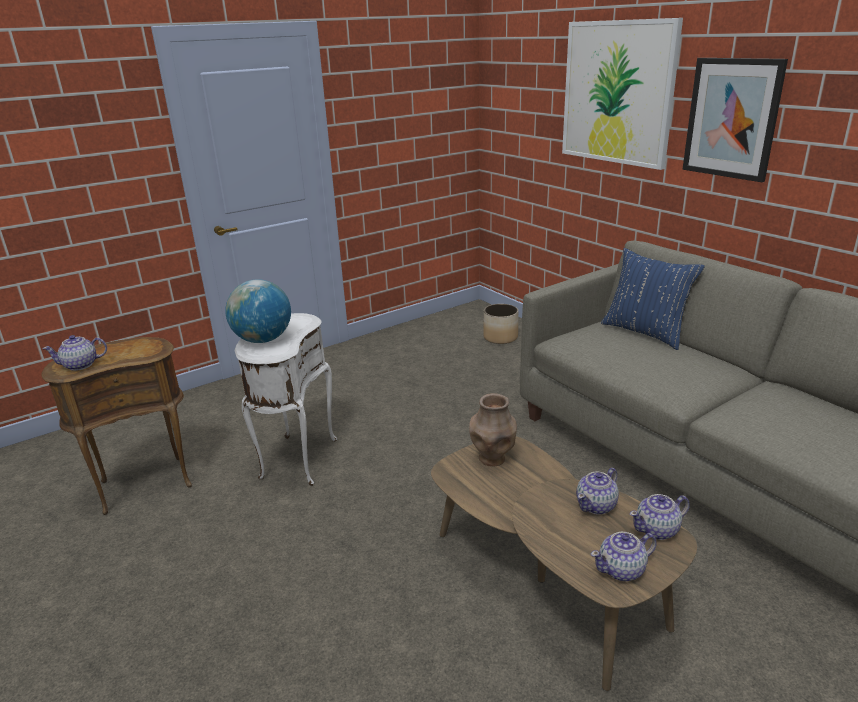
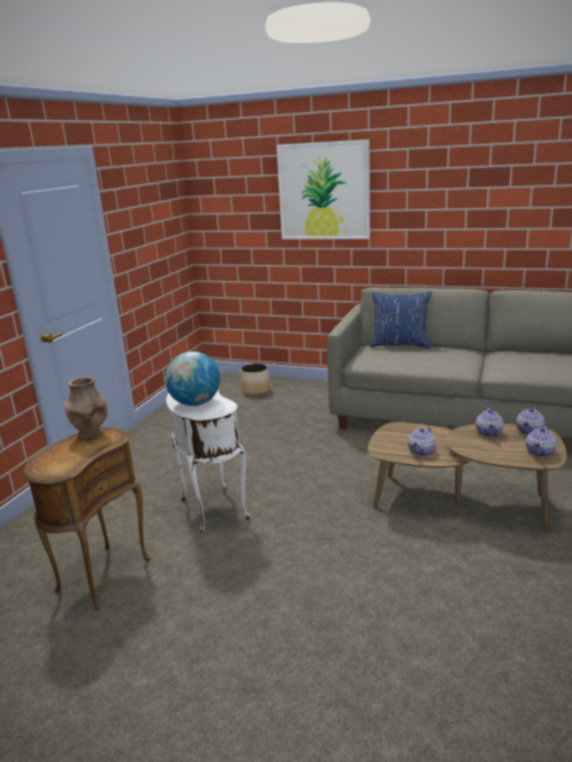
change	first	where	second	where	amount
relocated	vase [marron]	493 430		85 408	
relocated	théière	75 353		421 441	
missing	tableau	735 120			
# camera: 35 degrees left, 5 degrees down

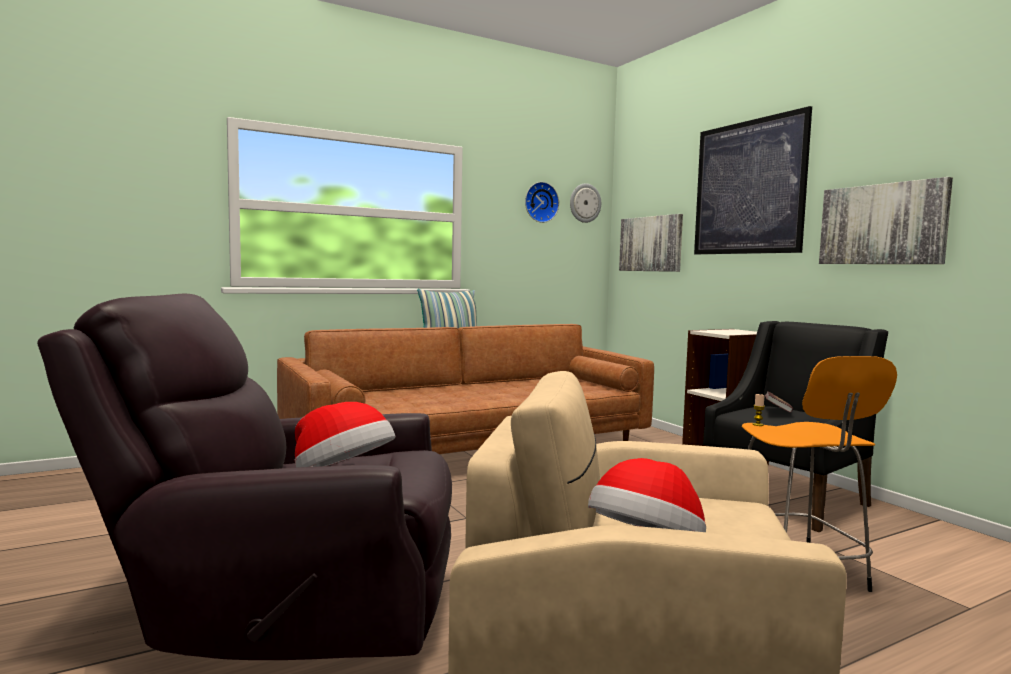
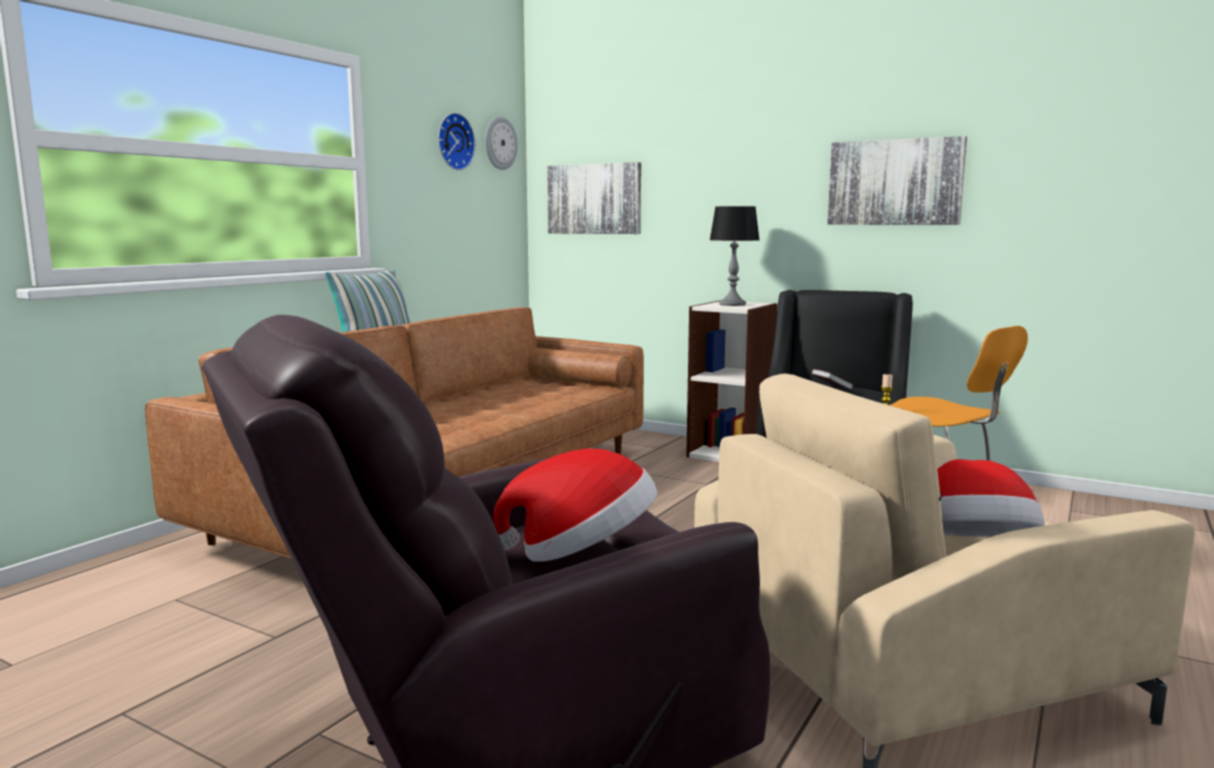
change	first	where	second	where	amount
appeared			lampe de table	734 256	
missing	tableau	753 180			
# camera: 30 degrees left, 5 degrees up

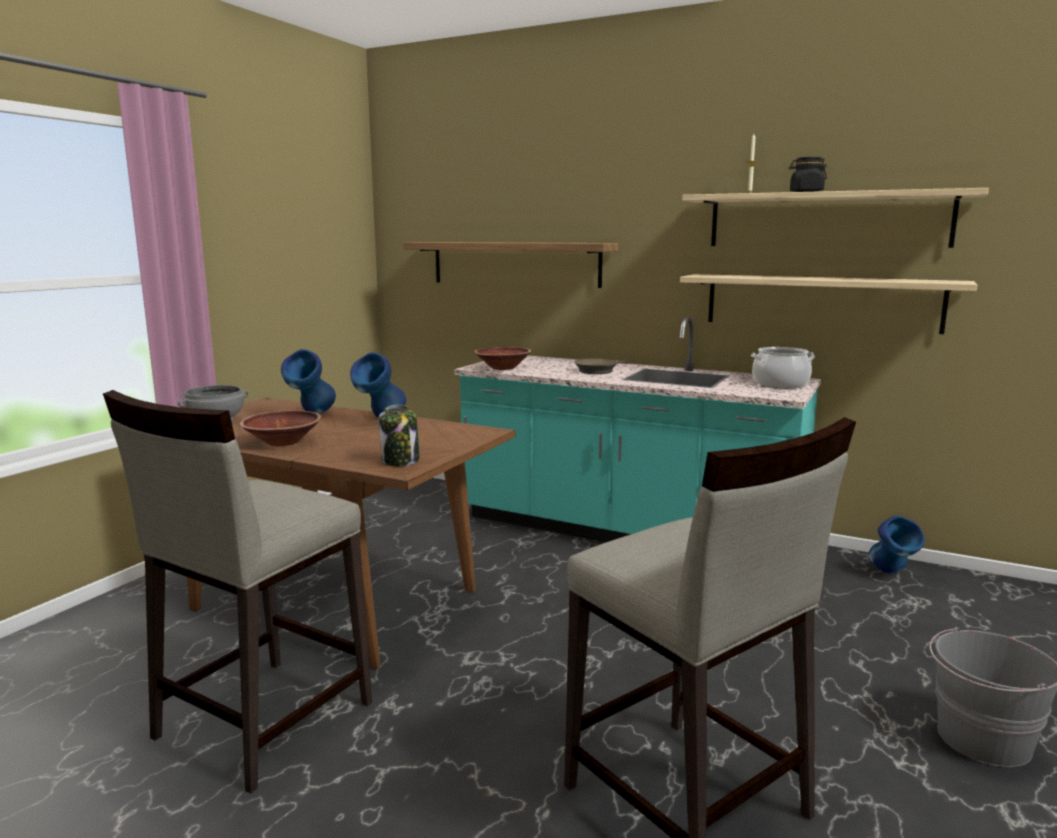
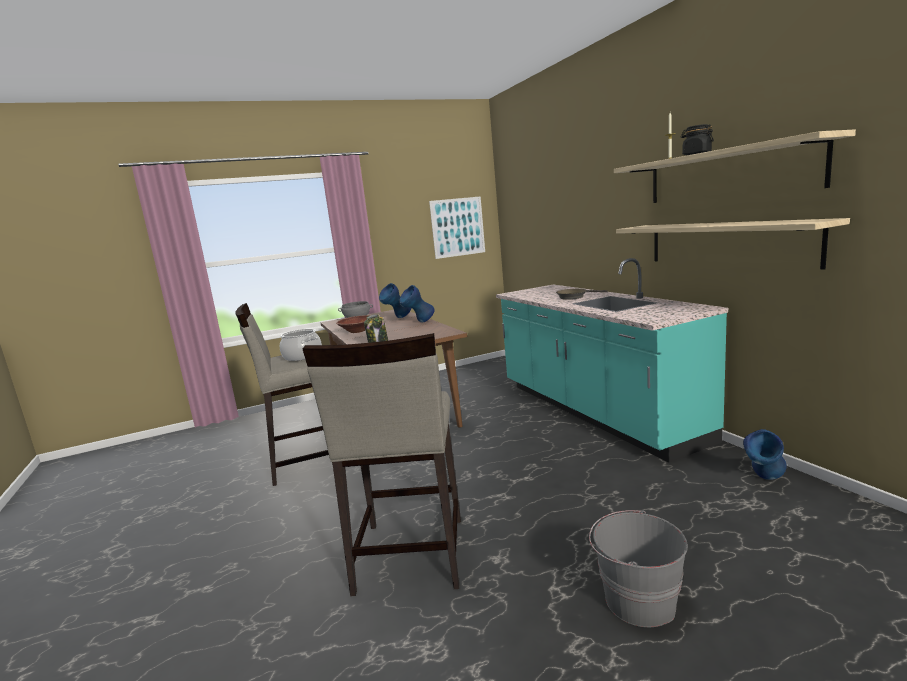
change	first	where	second	where	amount
relocated	marmite	783 368		301 345	
appeared			tableau	457 227	
missing	étagère	510 265			
missing	bol [marron]	502 358			
# camera: 40 degrees right, 0 degrees up

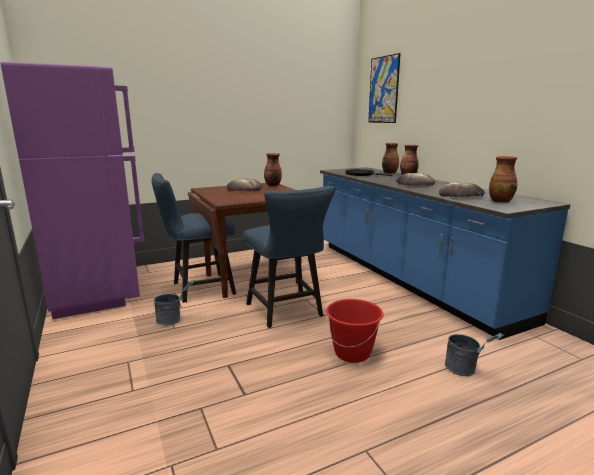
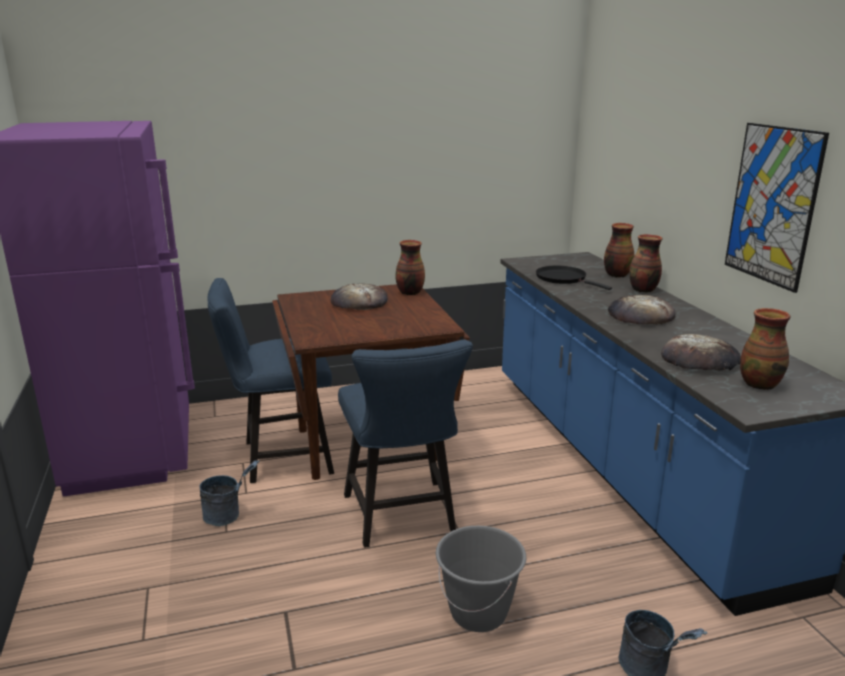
change	first	where	second	where	amount
colour	seau [rouge]	355 331	seau [gris]	480 579	
relocated	tableau	384 88		777 208	
# camera: 10 degrees right, 5 degrees up

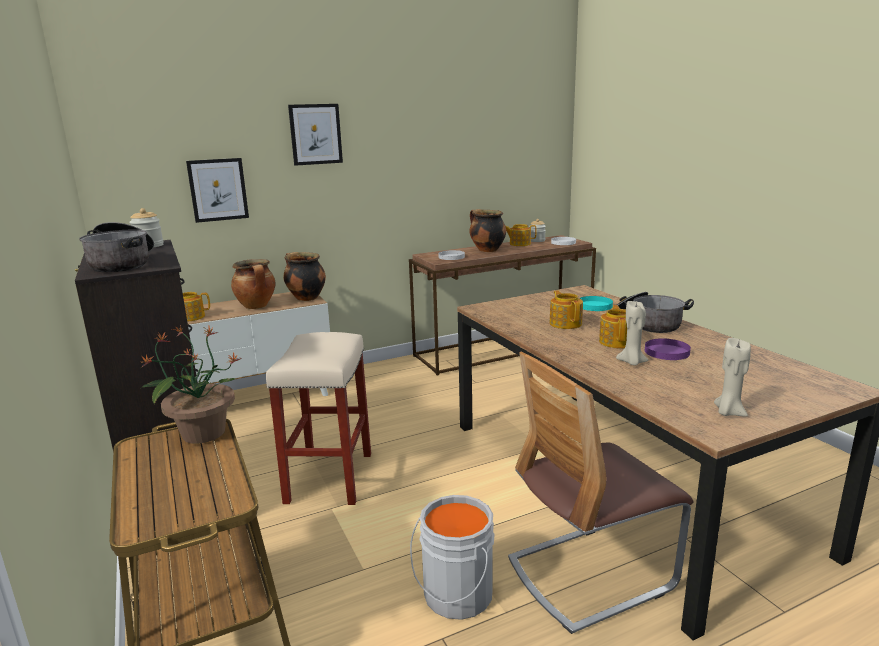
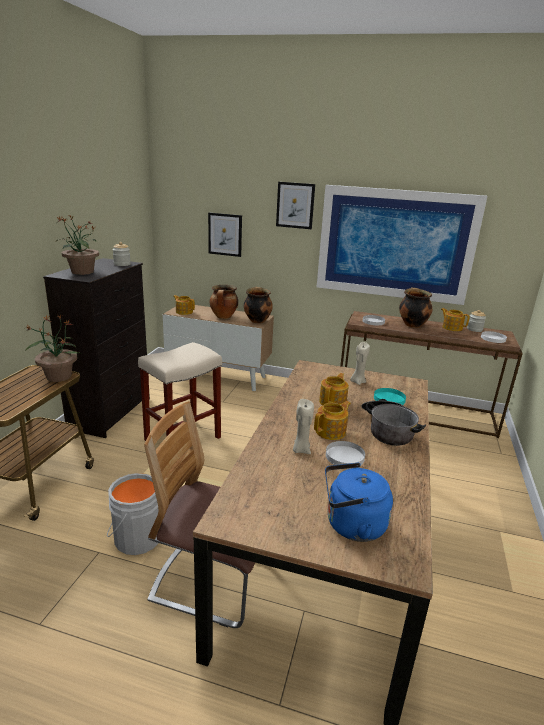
change	first	where	second	where	amount
exchanged	marmite	116 247	plante en pot	77 245	
appeared			tableau	402 245	
appeared			bouilloire [bleu]	359 502	
colour	assiette [violet]	668 349	assiette [blanc]	345 453	
relocated	bougie [beige]	732 377		360 363	
# camera: 40 degrees right, 5 degrees up

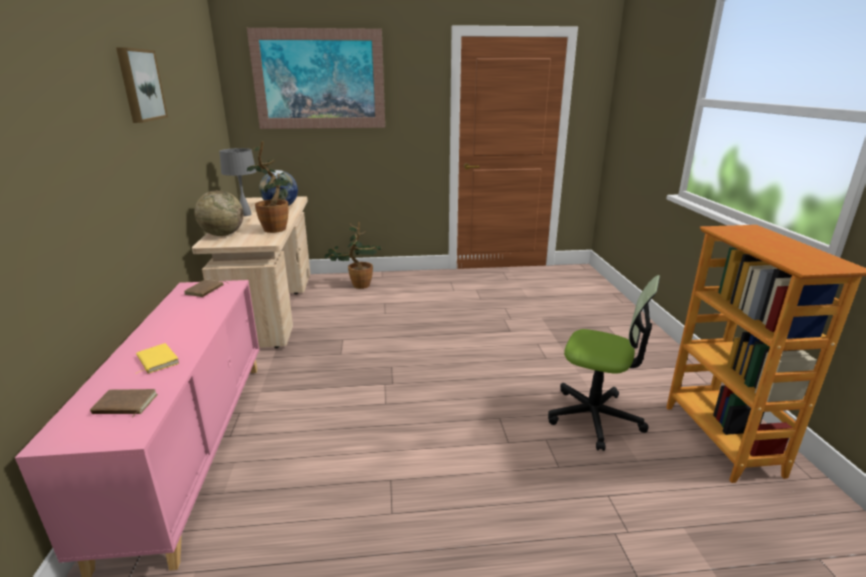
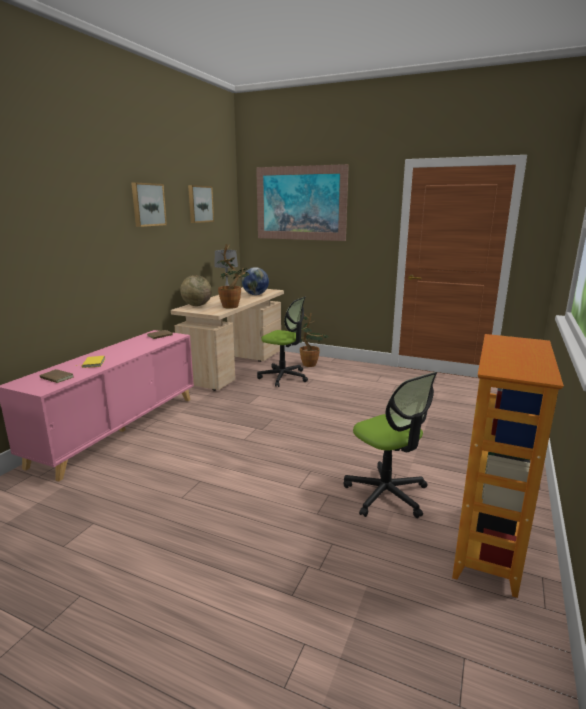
change	first	where	second	where	amount
appeared			tableau	201 204	
appeared			chaise de bureau	282 342	
# camera: 30 degrees right, 5 degrees down

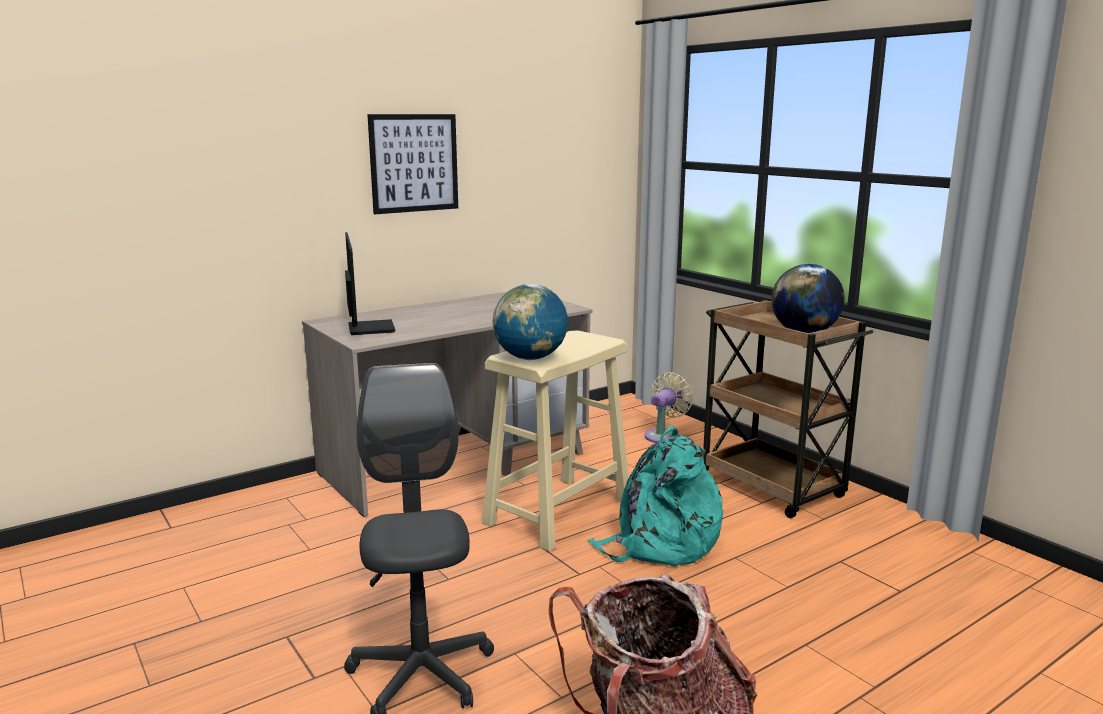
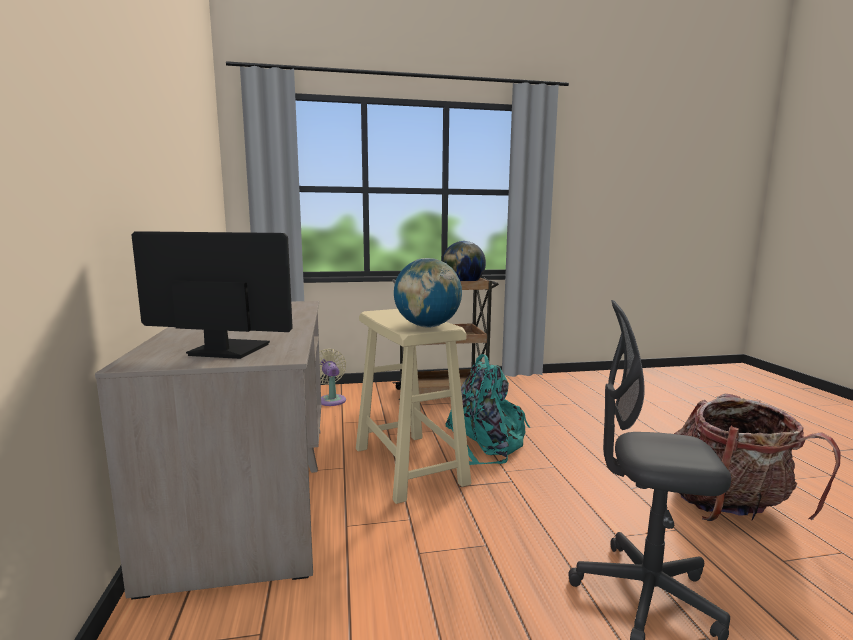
change	first	where	second	where	amount
missing	tableau	412 164			
# camera: 65 degrees left, 5 degrees down

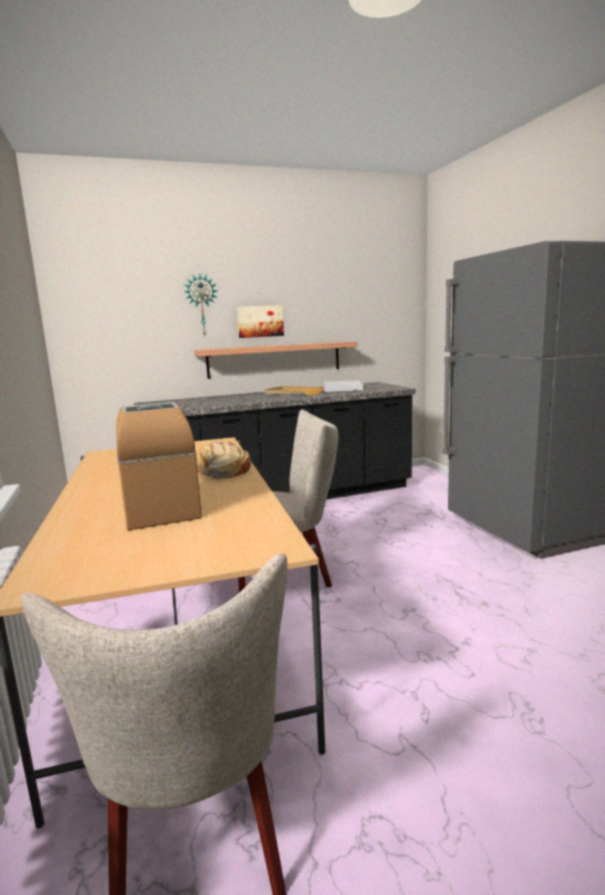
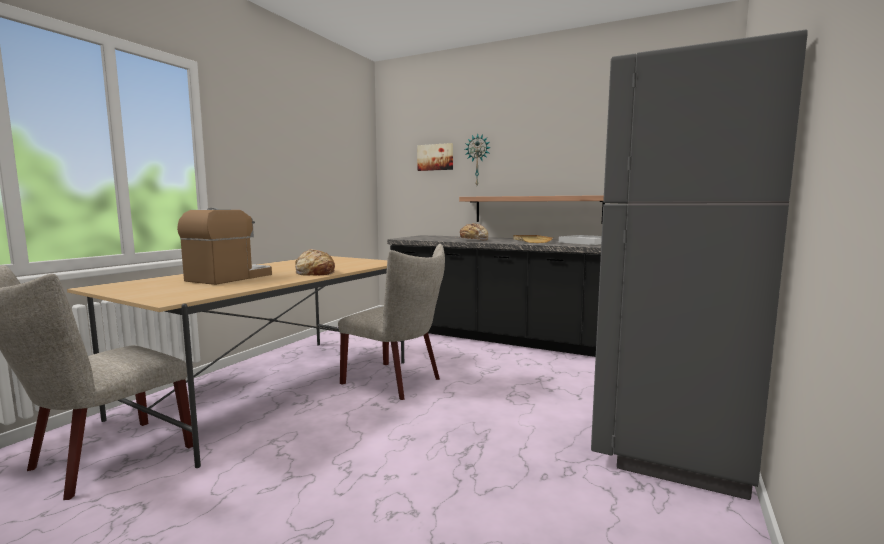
change	first	where	second	where	amount
relocated	tableau	260 321		435 157	
appeared			pain	472 231	
# camera: 45 degrees right, 5 degrees down

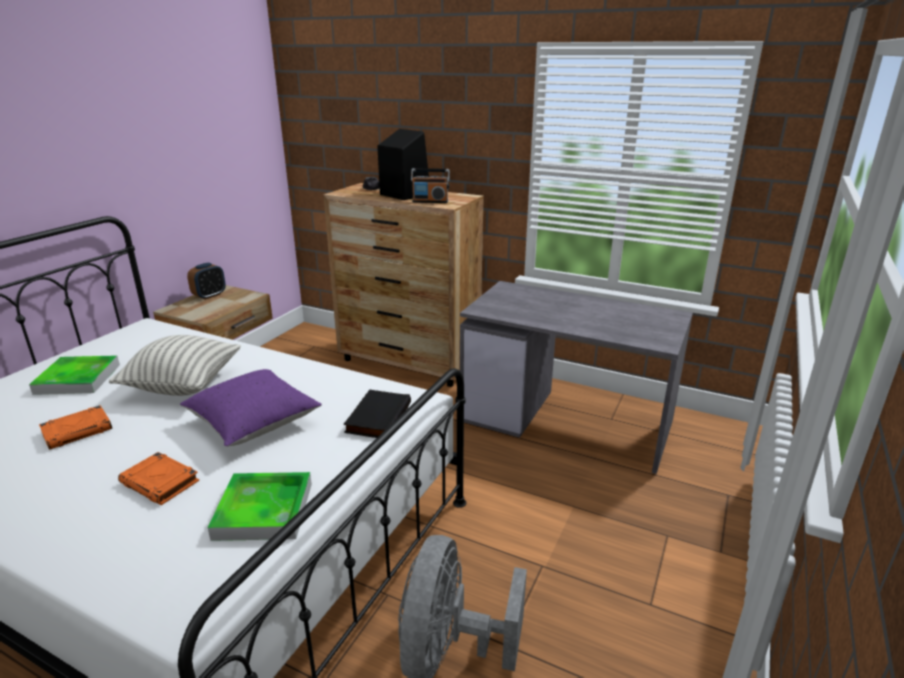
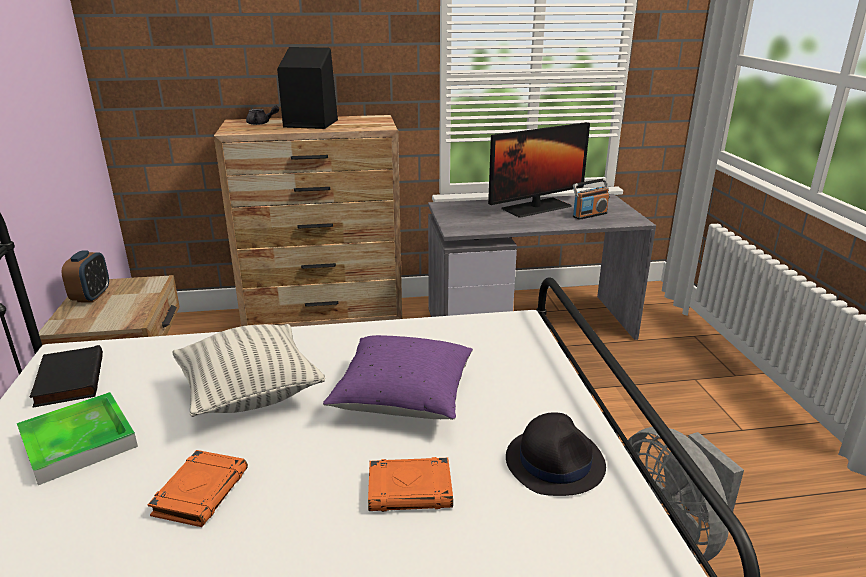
change	first	where	second	where	amount
relocated	livre [noir]	377 414		66 376	
appeared			écran d'ordinateur	539 170	
exchanged	plateau	260 506	chapeau [noir]	556 454	
relocated	radio	430 185		591 199	
# camera: 35 degrees left, 0 degrees up

